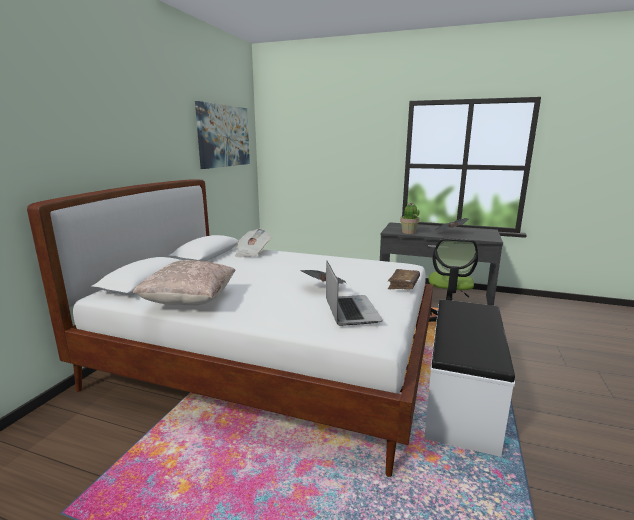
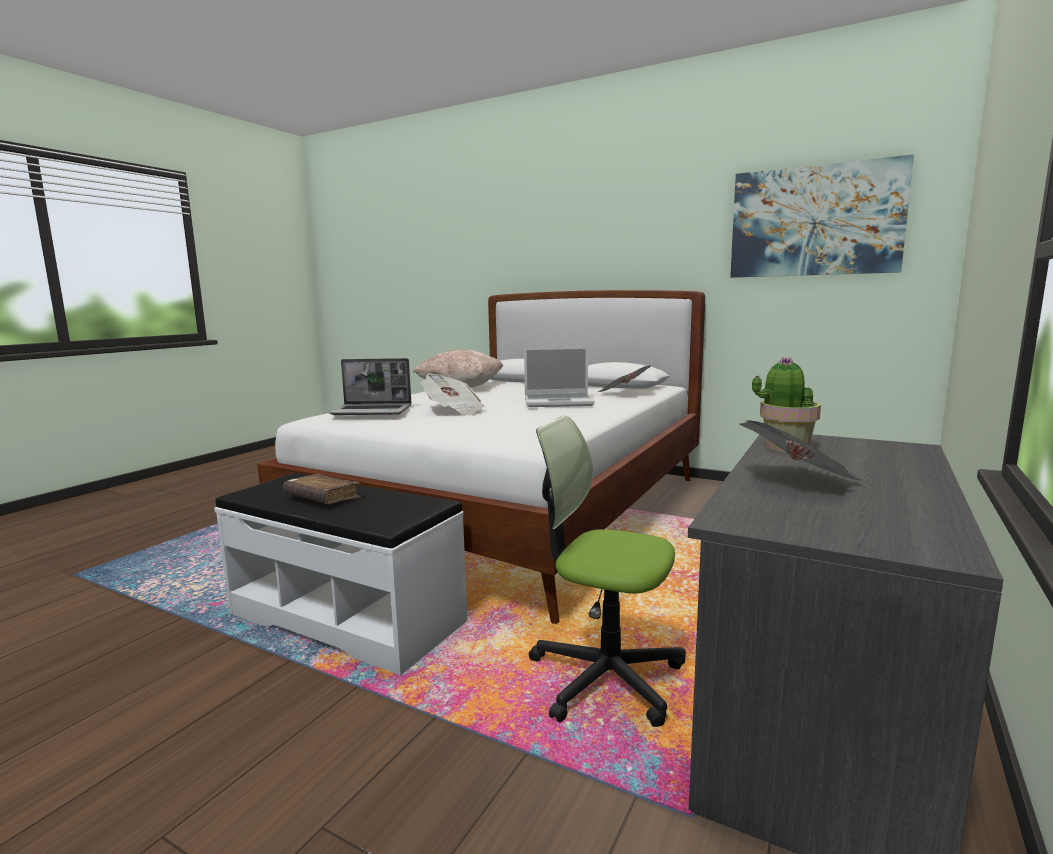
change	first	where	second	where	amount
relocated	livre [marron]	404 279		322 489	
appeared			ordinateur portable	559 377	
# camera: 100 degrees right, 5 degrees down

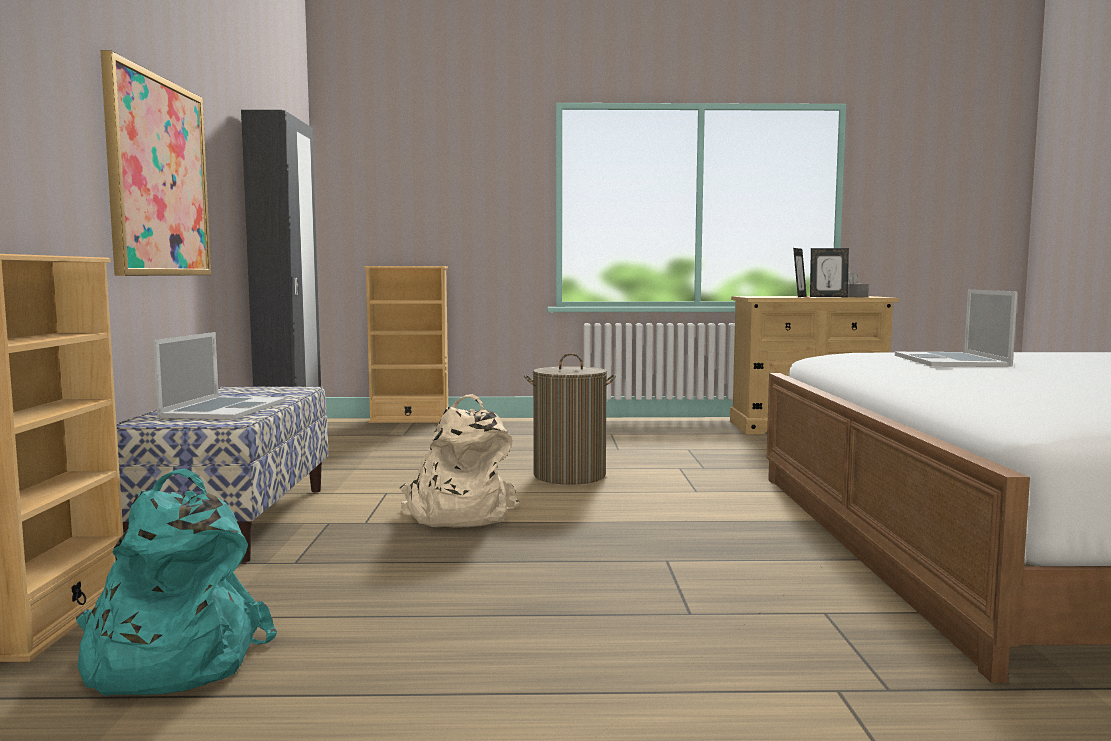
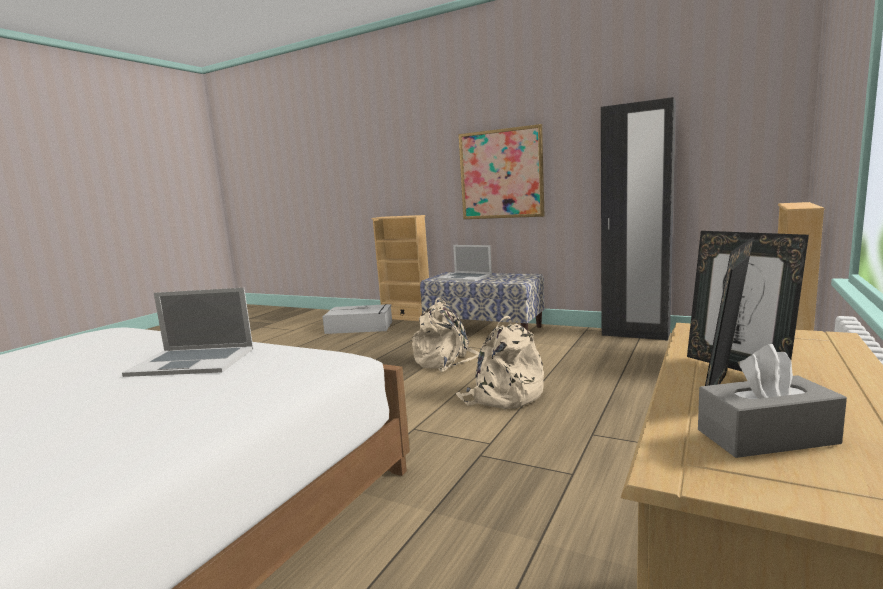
change	first	where	second	where	amount
spun	ordinateur portable	956 328		187 332	150 degrees clockwise
exchanged	sac à dos [turquoise]	176 582	boîte de rangement [gris]	357 319	
exchanged	panier à linge	570 419	sac à dos [beige]	500 362	
# camera: 120 degrees right, 5 degrees up

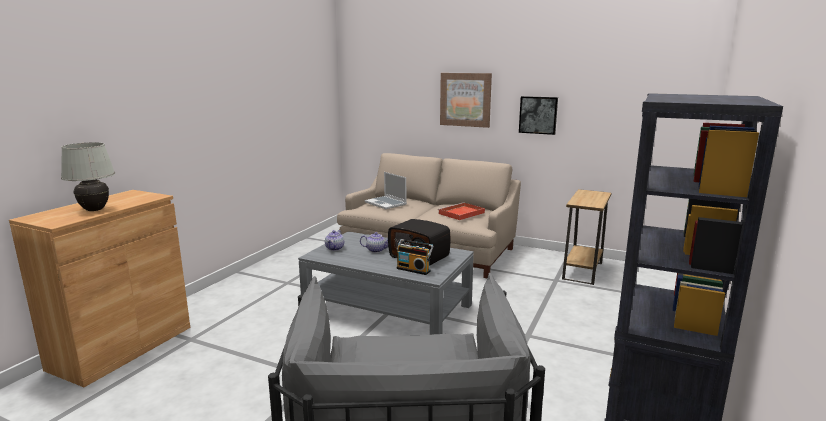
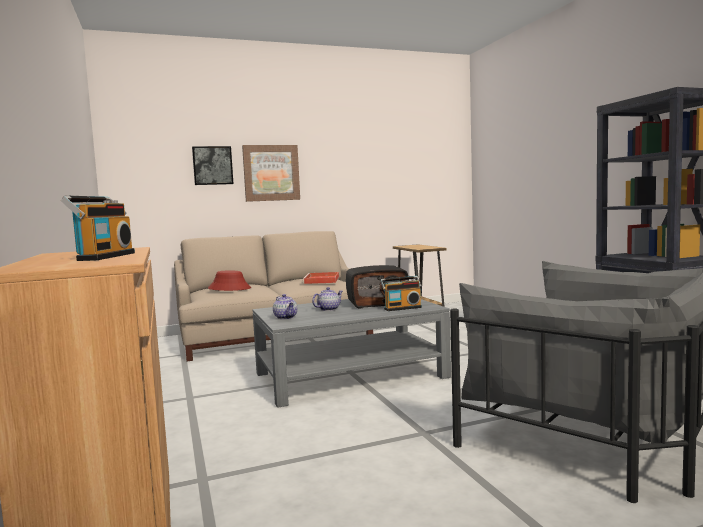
change	first	where	second	where	amount
exchanged	lampe de table [blanc]	88 176	radio	98 228	
relocated	tableau	538 115		212 165	
exchanged	ordinateur portable	386 190	chapeau [rouge]	229 281	
# camera: 45 degrees left, 10 degrees down

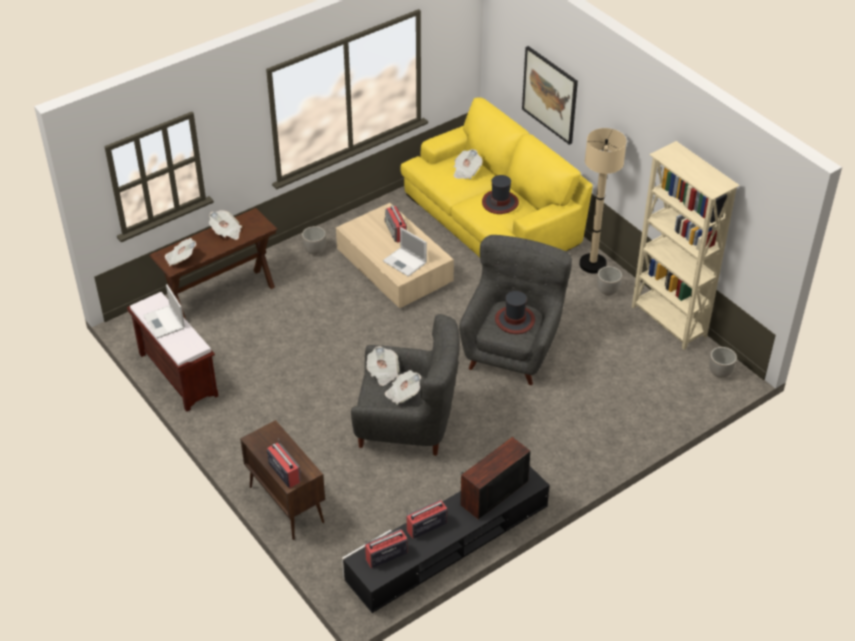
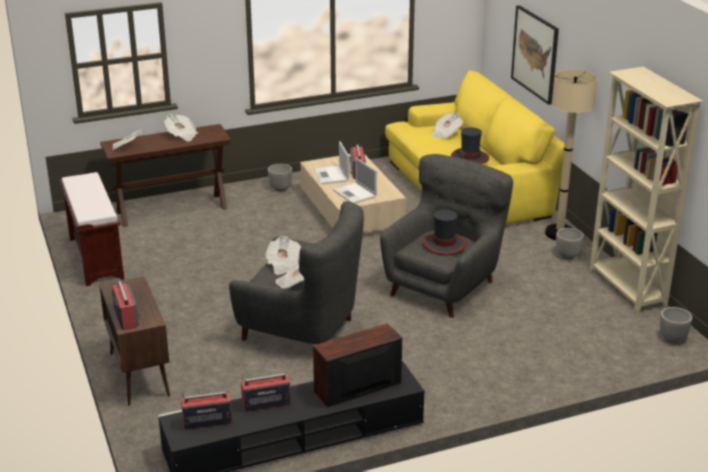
change	first	where	second	where	amount
relocated	ordinateur portable	164 311		331 162	
# camera: 15 degrees right, 15 degrees down

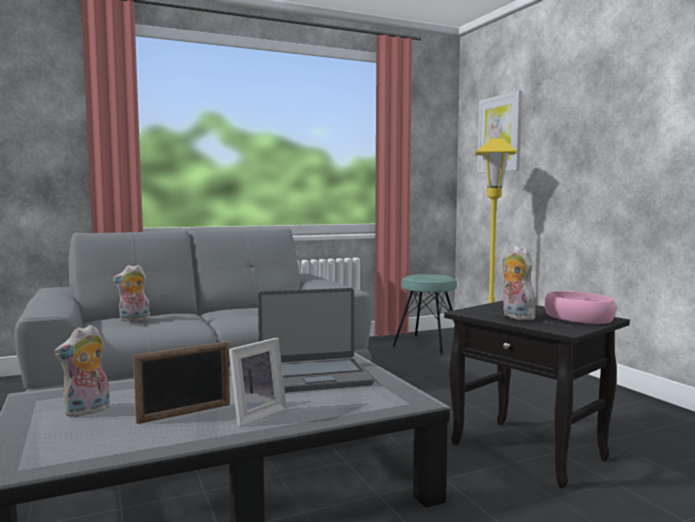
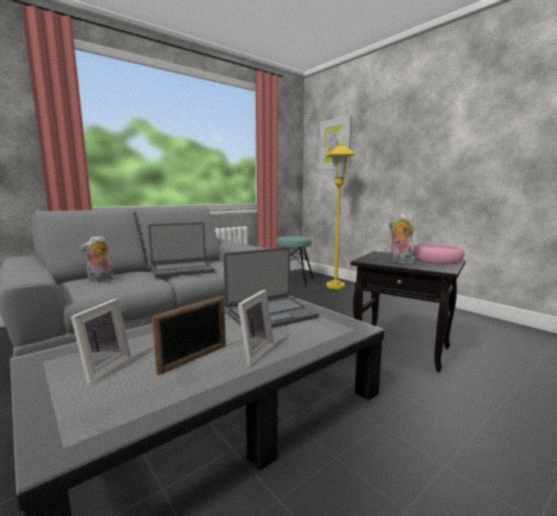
change	first	where	second	where	amount
exchanged	peluche	82 371	cadre photo	101 341	
appeared			ordinateur portable	181 250	
# camera: 15 degrees left, 5 degrees up

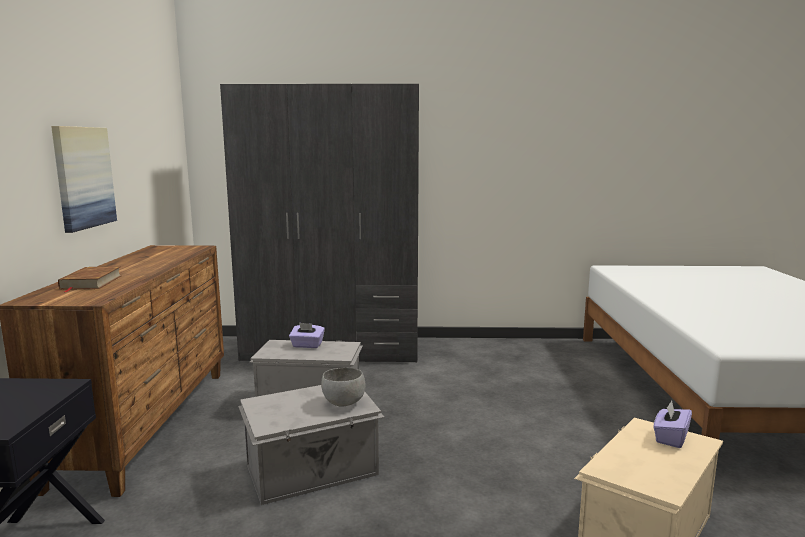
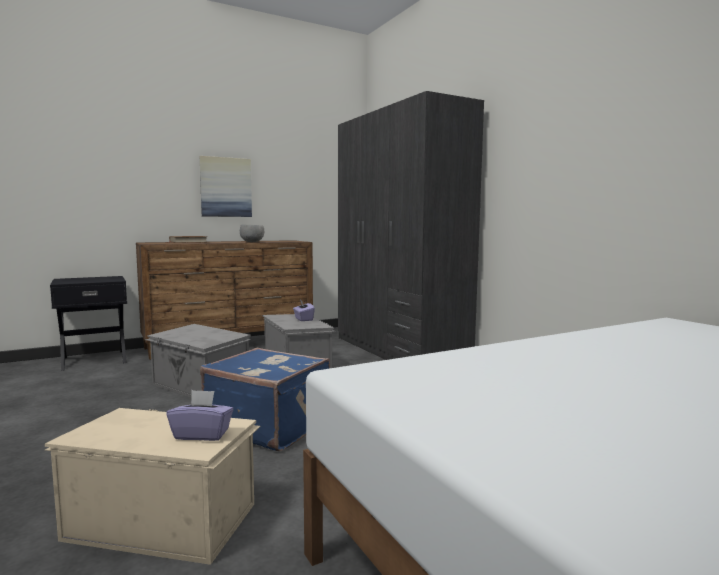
change	first	where	second	where	amount
appeared			valise [bleu]	265 399	
relocated	bol [gris]	343 386		252 233	
# camera: 60 degrees right, 5 degrees down

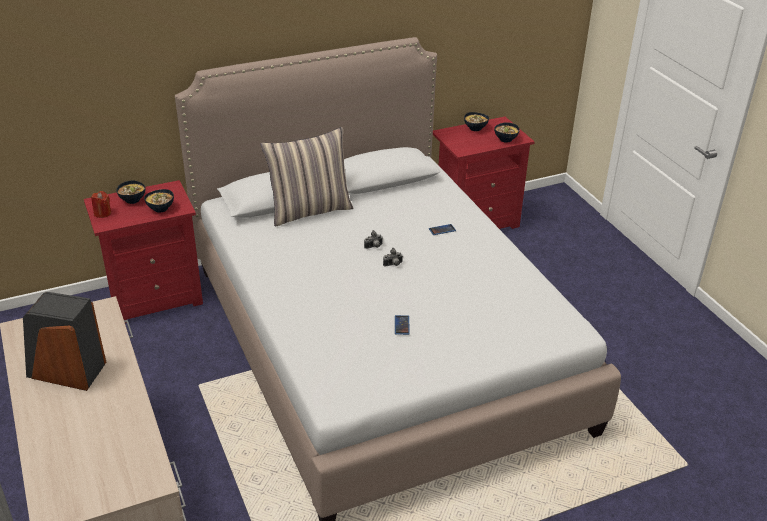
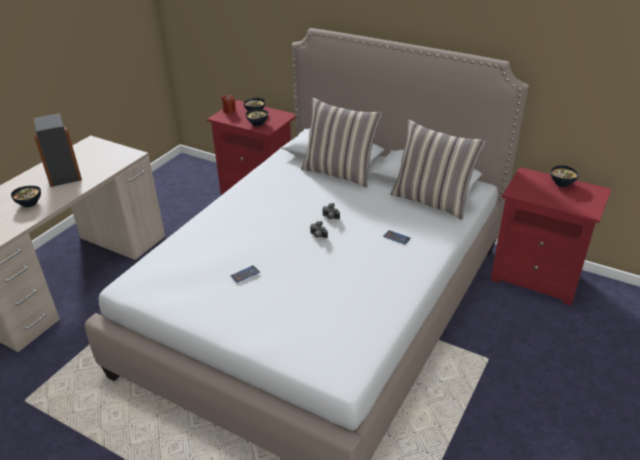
change	first	where	second	where	amount
relocated	bol	507 132		26 196	
appeared			coussin	438 169	
# camera: 55 degrees right, 0 degrees up

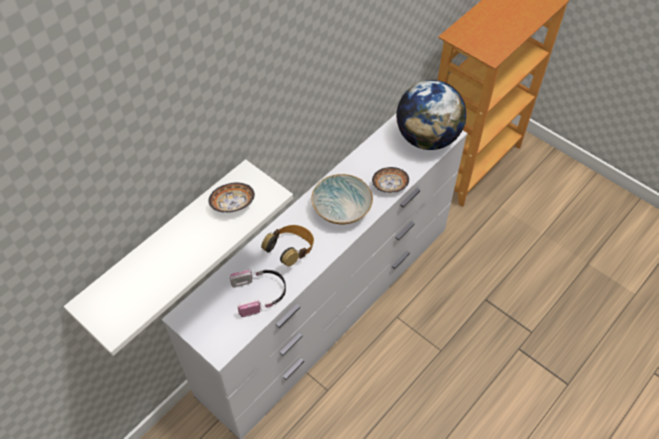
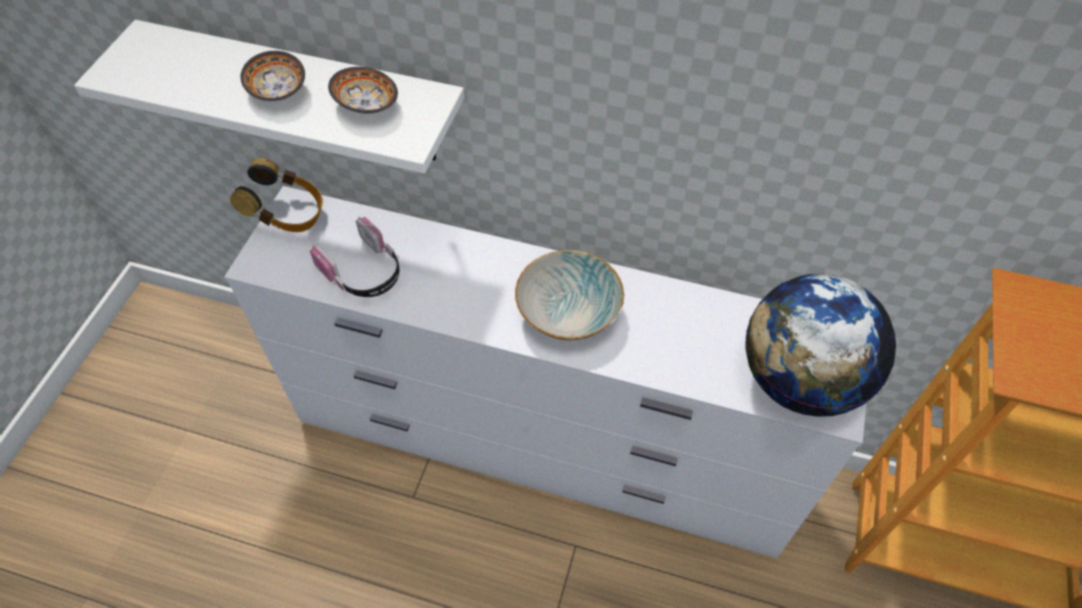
change	first	where	second	where	amount
relocated	casque audio	287 245		276 195	
relocated	bol	390 180		272 76	
# camera: 65 degrees right, 0 degrees up

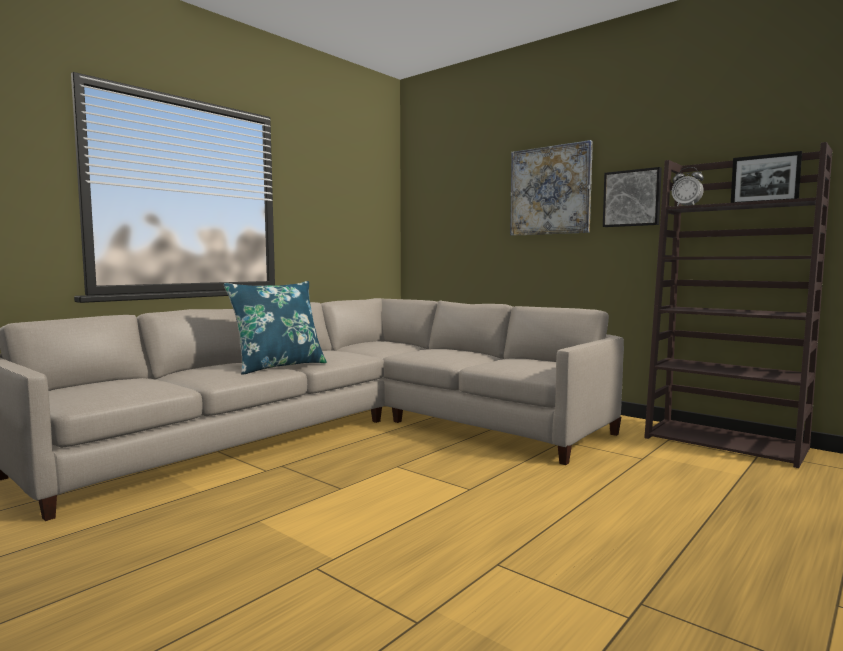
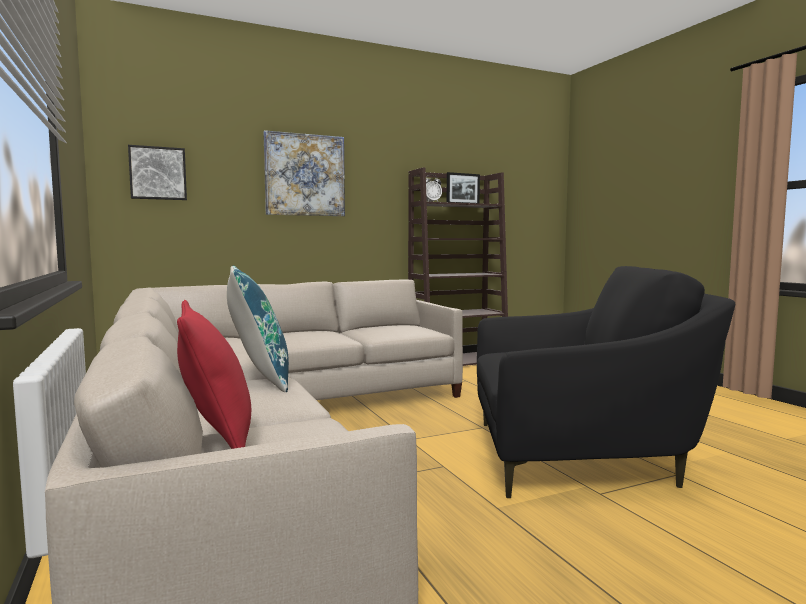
change	first	where	second	where	amount
relocated	tableau	632 197		157 172	
appeared			coussin [rouge]	214 374	
appeared			fauteuil [noir]	606 382	
# camera: 65 degrees left, 0 degrees up

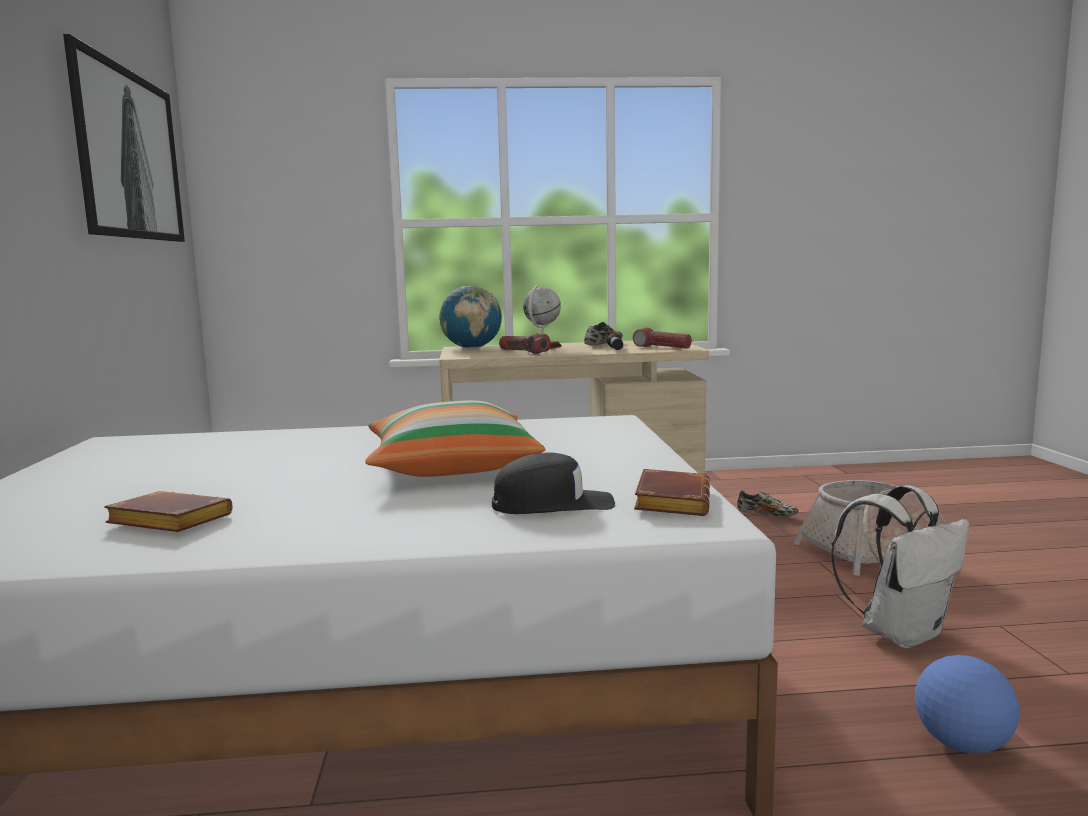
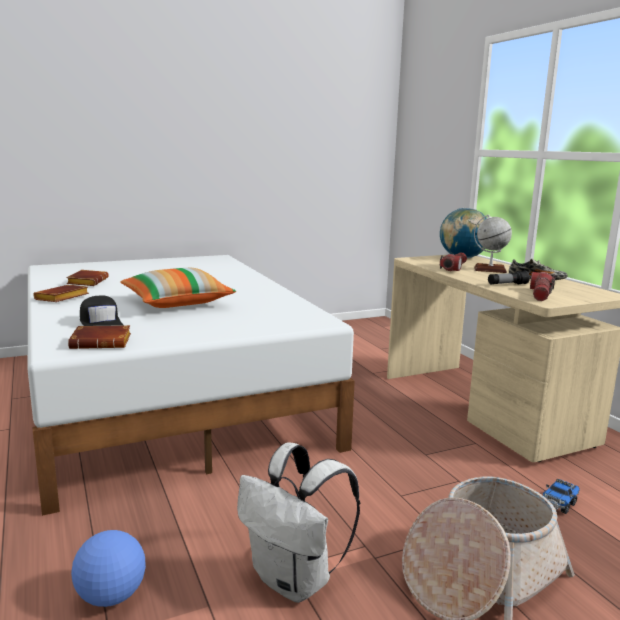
change	first	where	second	where	amount
appeared			livre [marron]	61 293	
exchanged	chaussure	768 504	camion jouet	561 496	
missing	tableau	124 138			
# camera: 70 degrees right, 5 degrees up

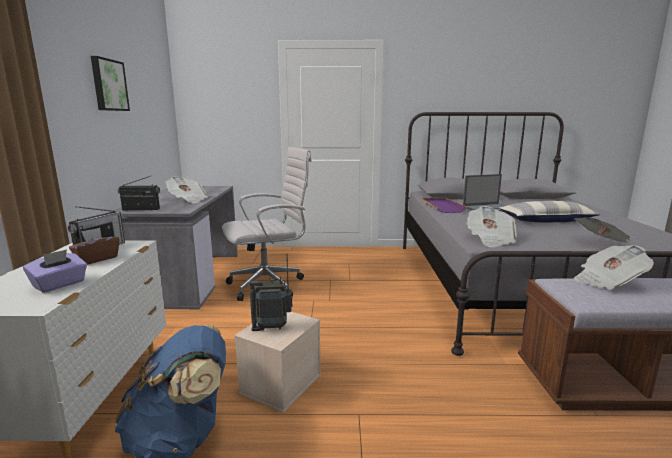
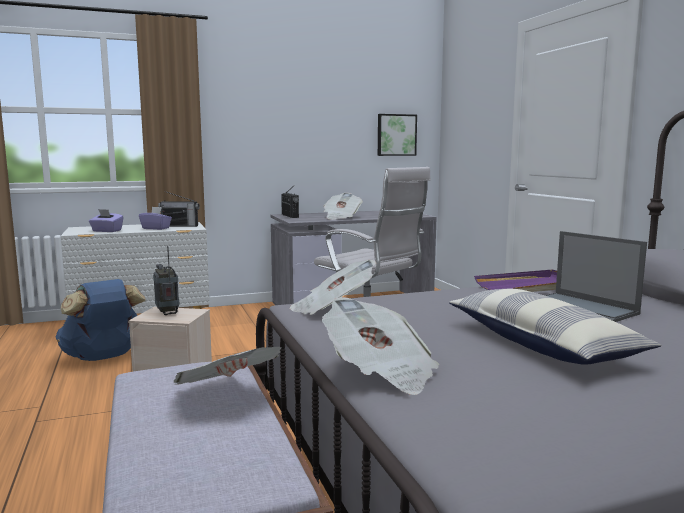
change	first	where	second	where	amount
colour	boîte à mouchoirs [marron]	94 246	boîte à mouchoirs [violet]	155 218	
relocated	tableau	110 83		397 135	
# camera: 70 degrees right, 5 degrees down

